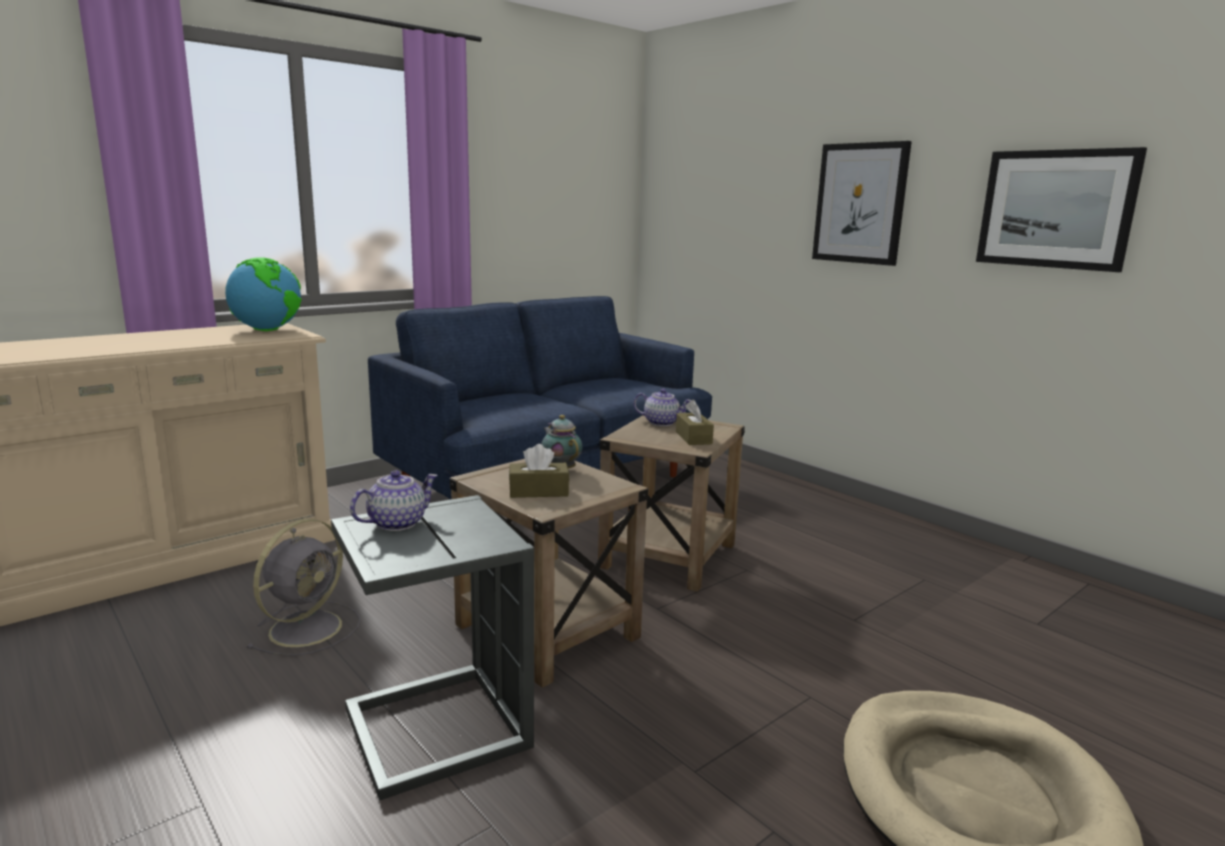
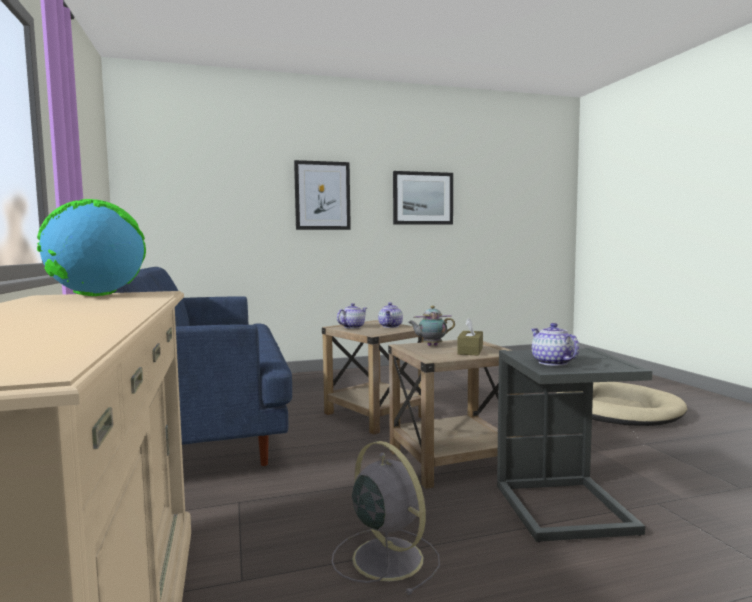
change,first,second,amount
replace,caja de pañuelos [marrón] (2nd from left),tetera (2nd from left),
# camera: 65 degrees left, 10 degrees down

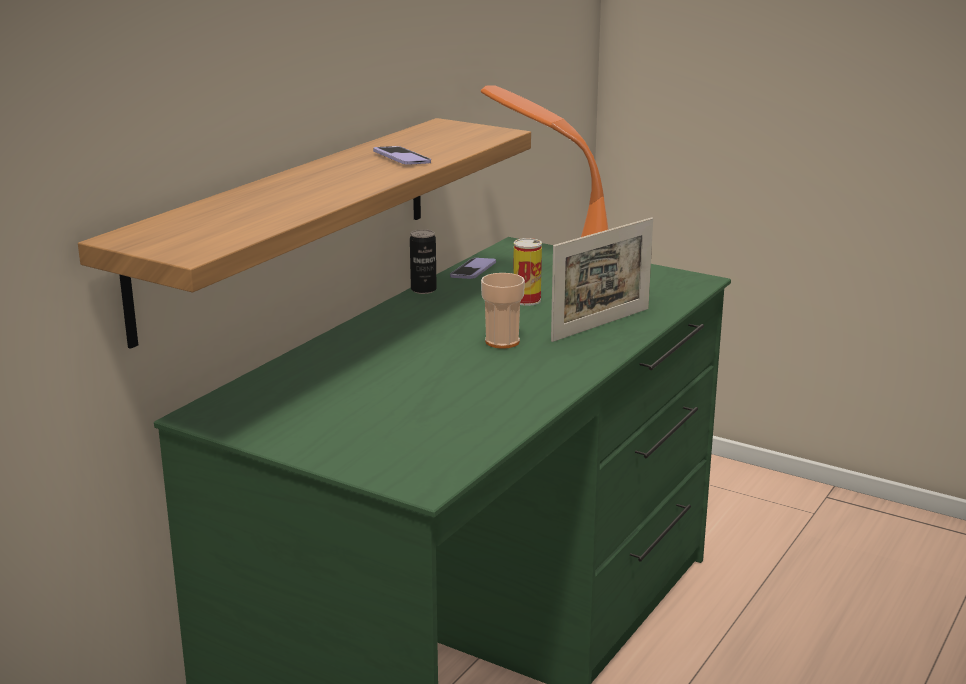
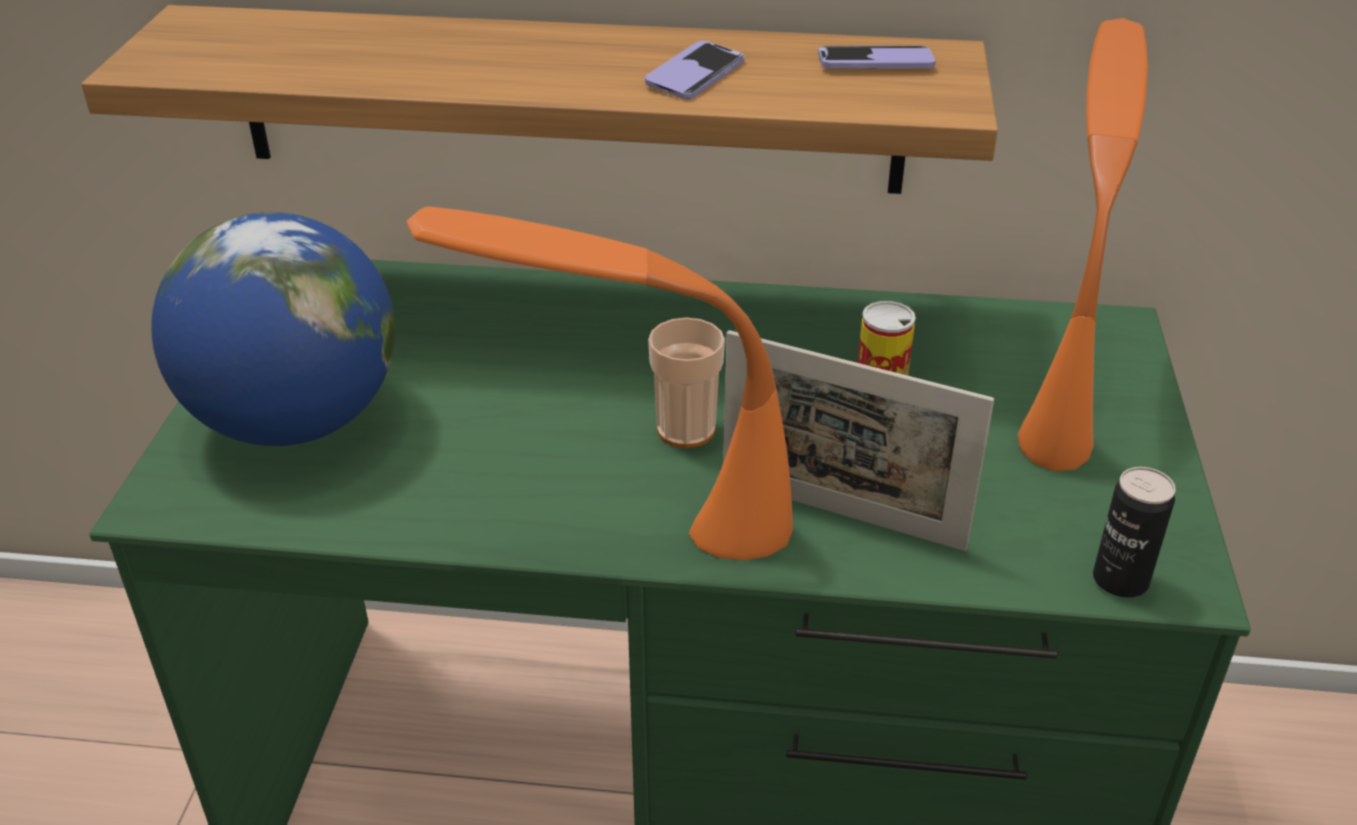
change,first,second,amount
move,lata (1st from left in the first image),lata (2nd from left),
move,móvil (2nd from left),,
insert,,globo terráqueo,
insert,,lámpara de mesa [naranja] (1st from left),
# camera: 65 degrees right, 15 degrees up

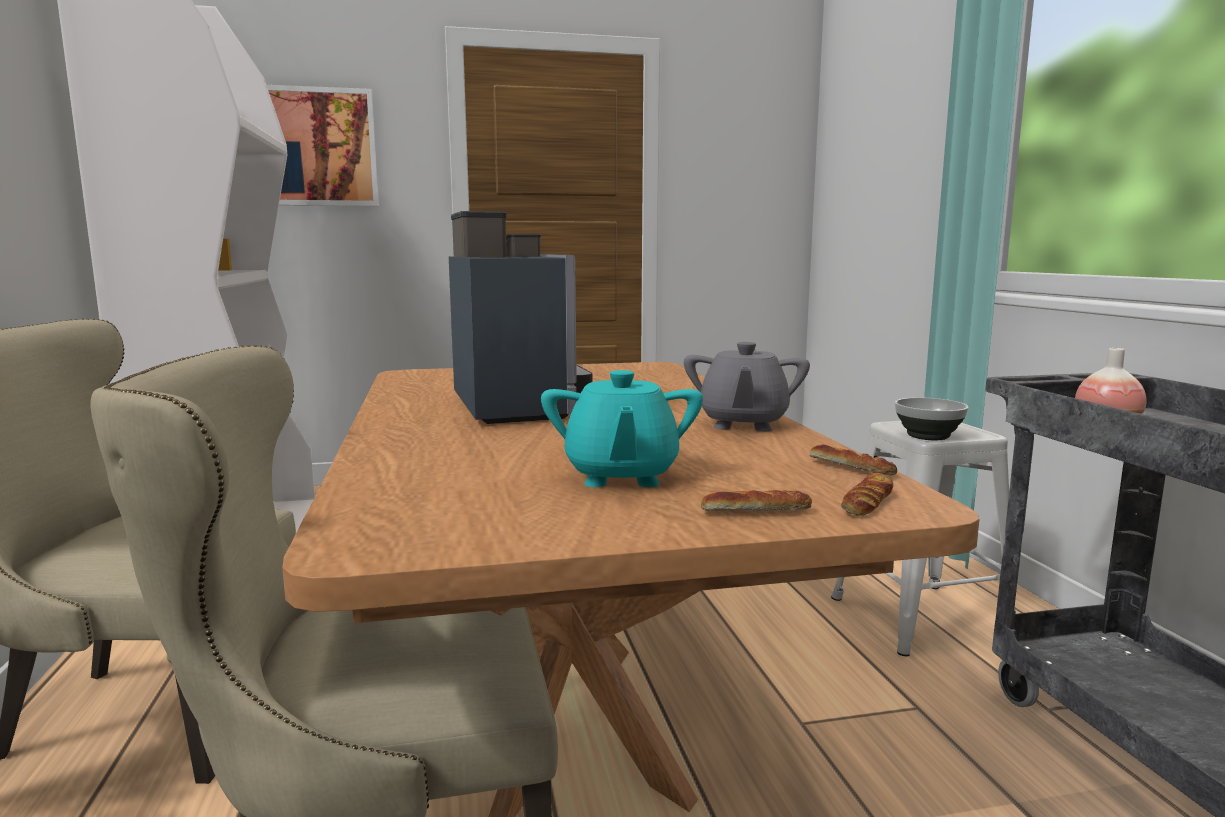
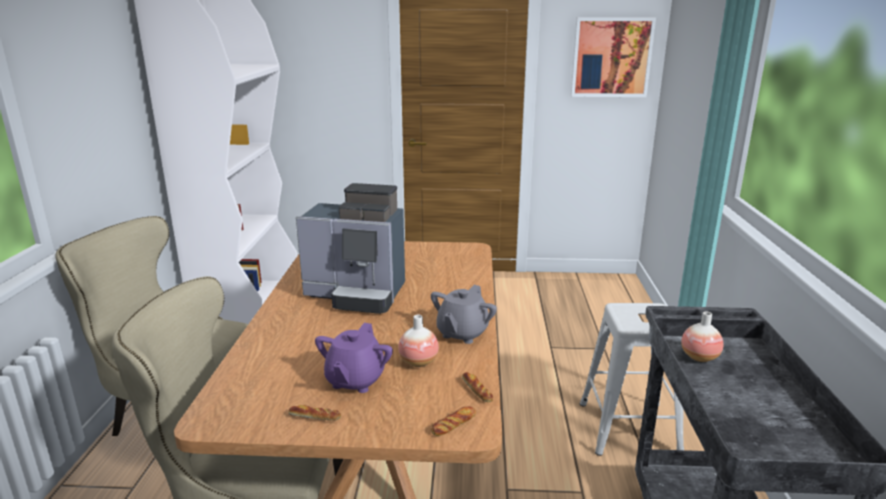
change,first,second,amount
move,cuadro,,
rotate,cafetera,,105 degrees clockwise
recolor,tetera [turquesa],tetera [morado],
move,pan (1st from left),,
delete,cuenco,,
insert,,florero (1st from left),
# camera: 15 degrees right, 10 degrees up

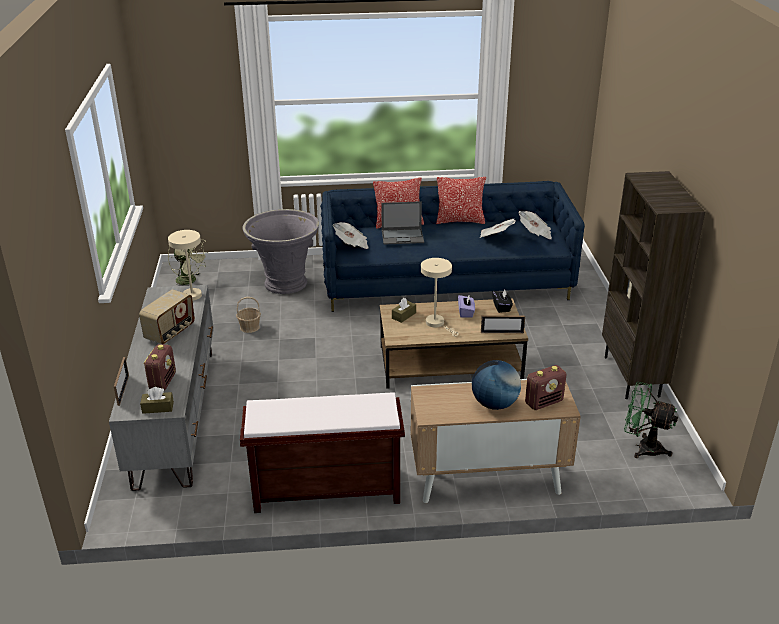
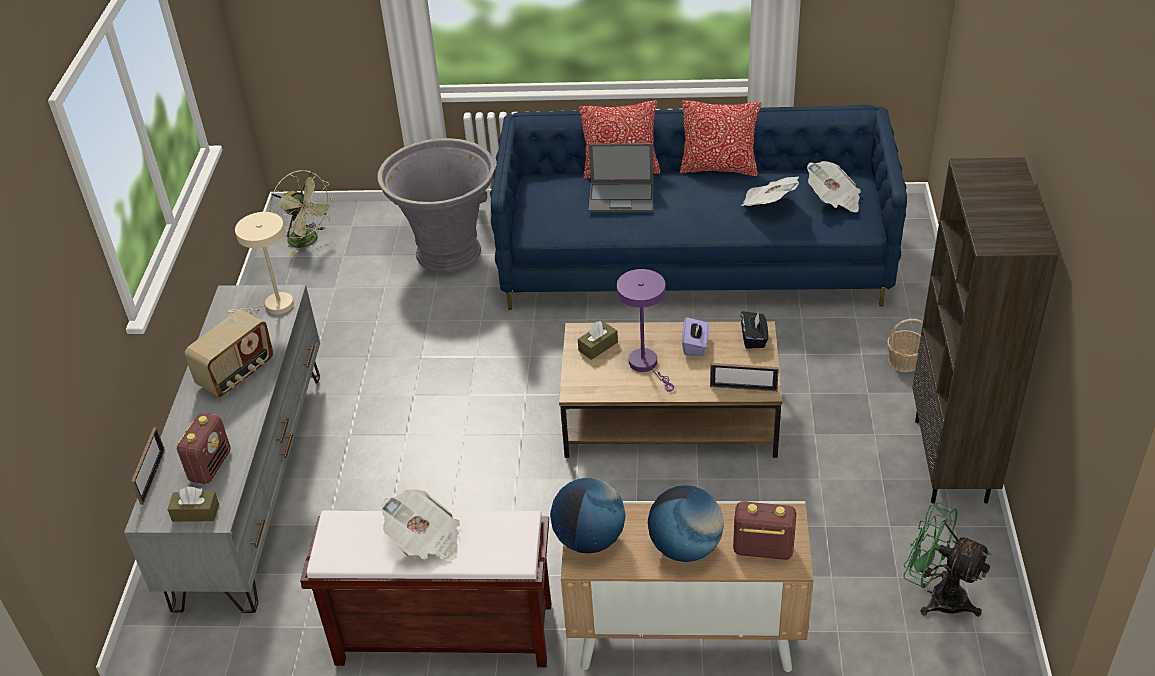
change,first,second,amount
move,cesta,,
move,periódico (1st from left),,
recolor,lámpara de mesa [beis] (2nd from left),lámpara de mesa [morado],
rotate,radio (3rd from left),,150 degrees counterclockwise
insert,,globo terráqueo (1st from left),
# camera: 10 degrees right, 10 degrees up

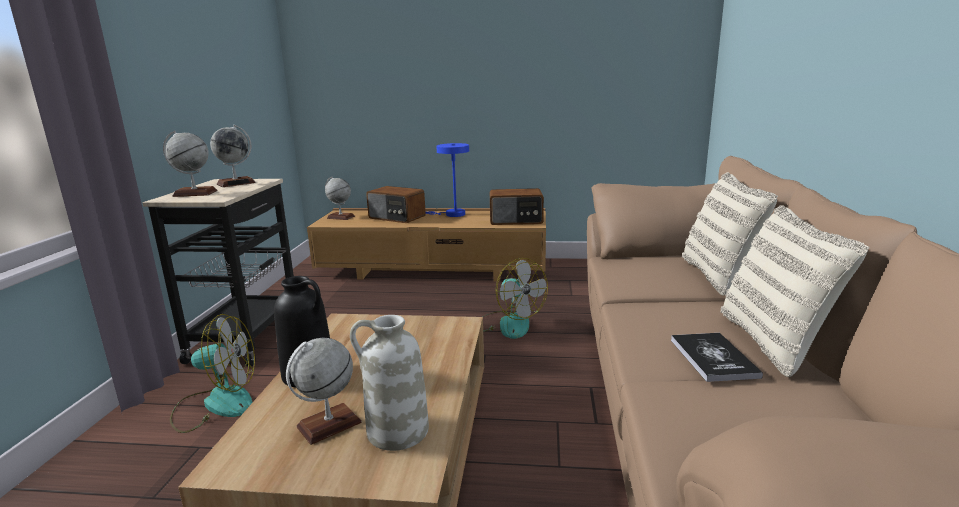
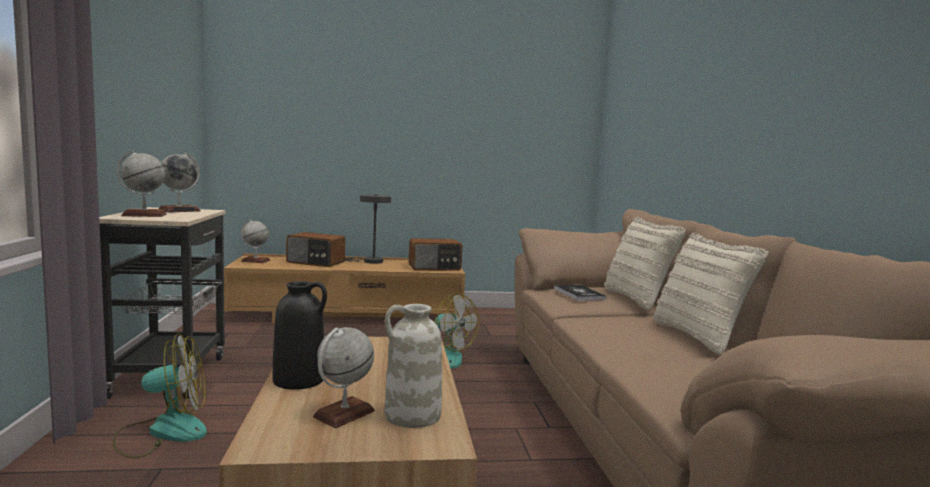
change,first,second,amount
recolor,lámpara de mesa [azul],lámpara de mesa [gris],
move,libro,,
# camera: 15 degrees left, 10 degrees down

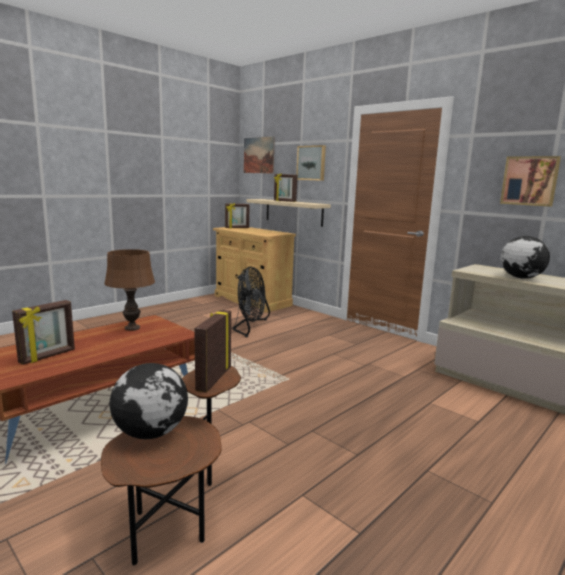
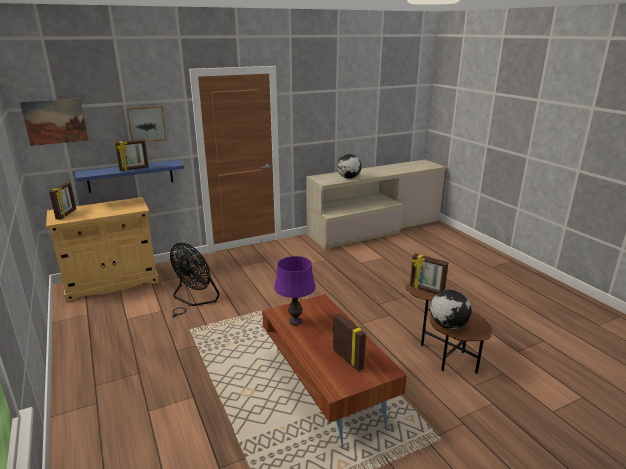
change,first,second,amount
recolor,lámpara de mesa [marrón],lámpara de mesa [morado],
recolor,estante [beis],estante [azul],
delete,cuadro (3rd from left),,
# camera: 70 degrees left, 10 degrees up

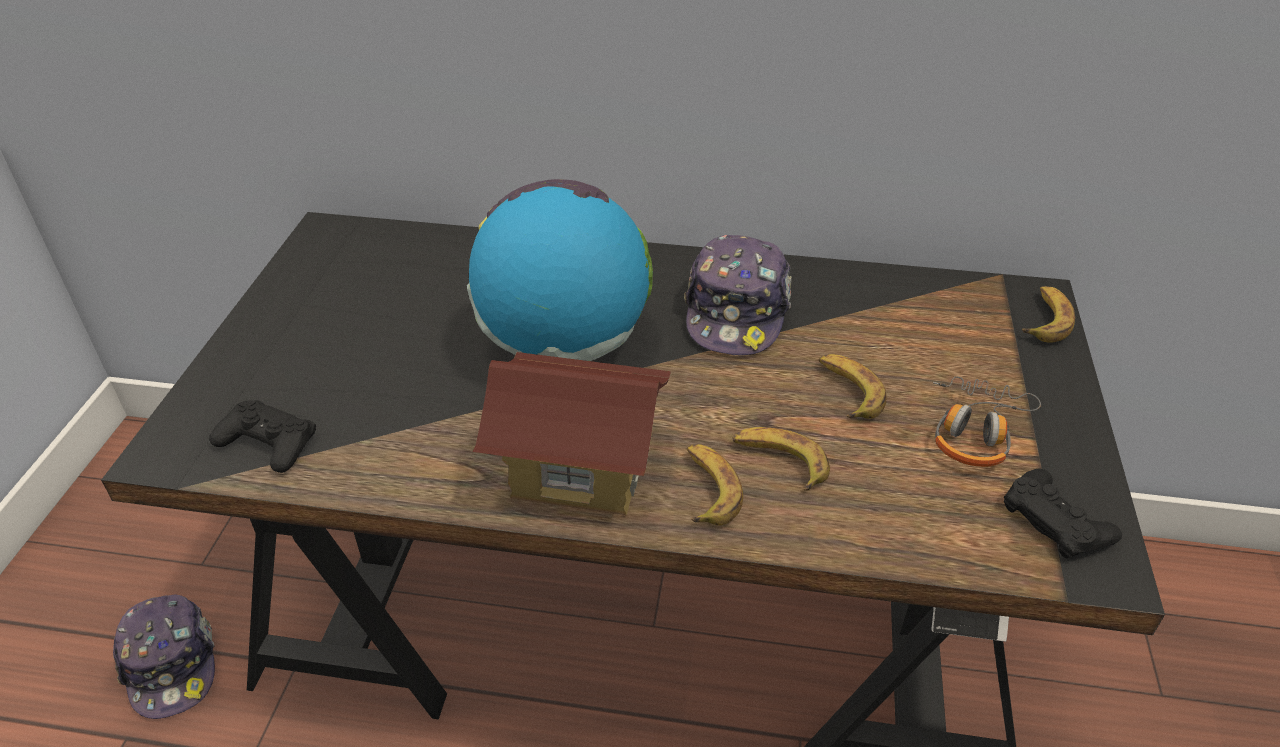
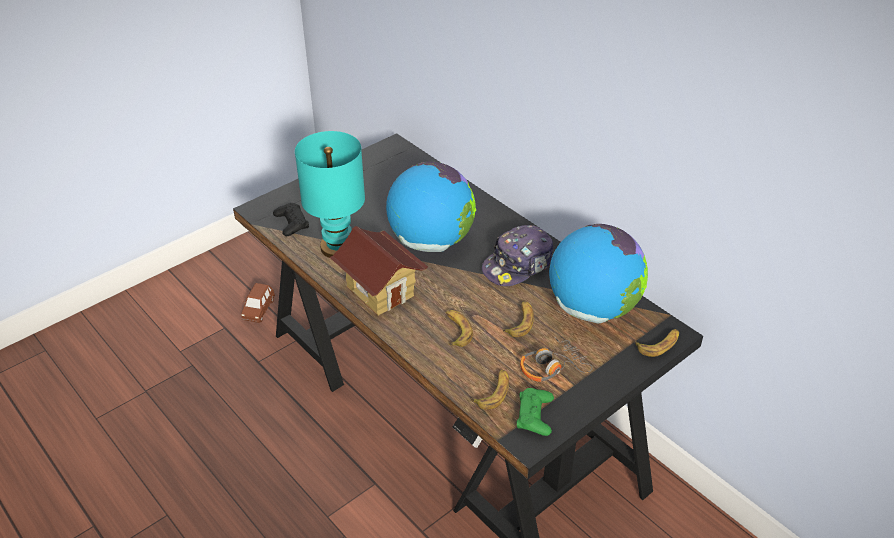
change,first,second,amount
replace,gorra (1st from left),coche de juguete [marrón],
move,plátano (1st from left in the first image),plátano (2nd from left),
recolor,mando de consola [negro] (2nd from left),mando de consola [verde],
insert,,lámpara de mesa [turquesa],
insert,,globo terráqueo (2nd from left),
# camera: 40 degrees right, 0 degrees up

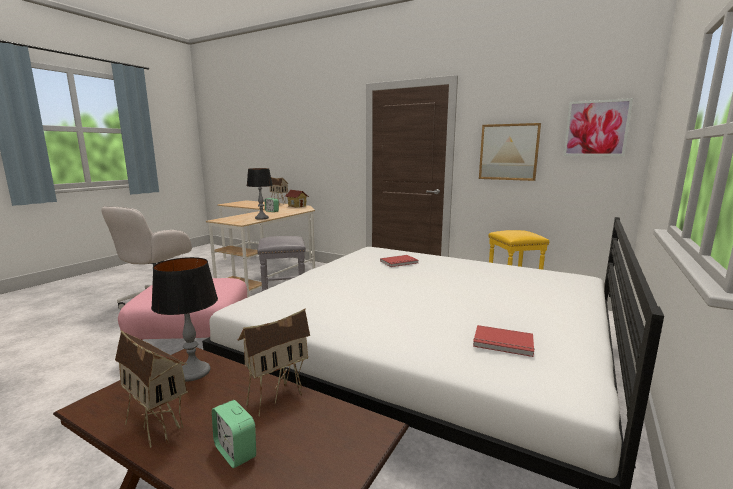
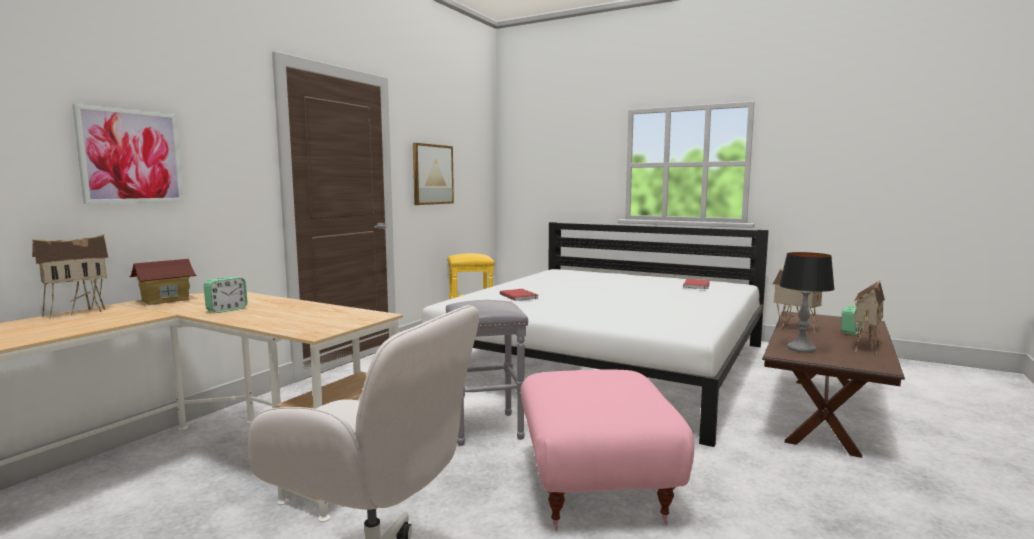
change,first,second,amount
delete,lámpara de mesa (2nd from left),,
move,cuadro (2nd from left in the first image),cuadro (1st from left),
# camera: 90 degrees left, 5 degrees down

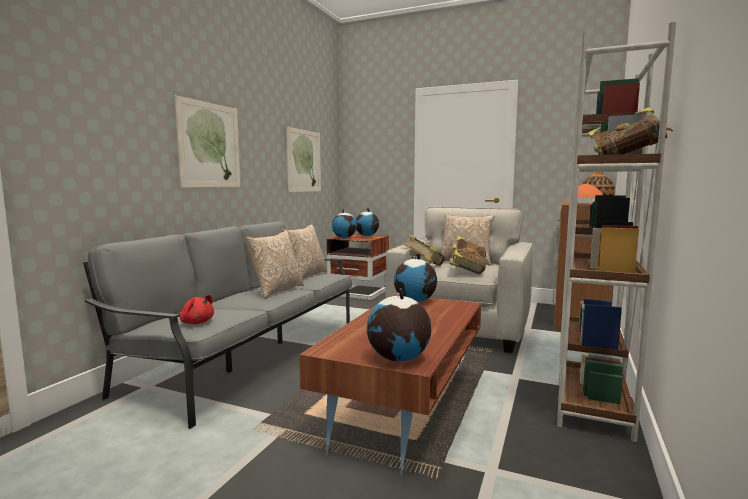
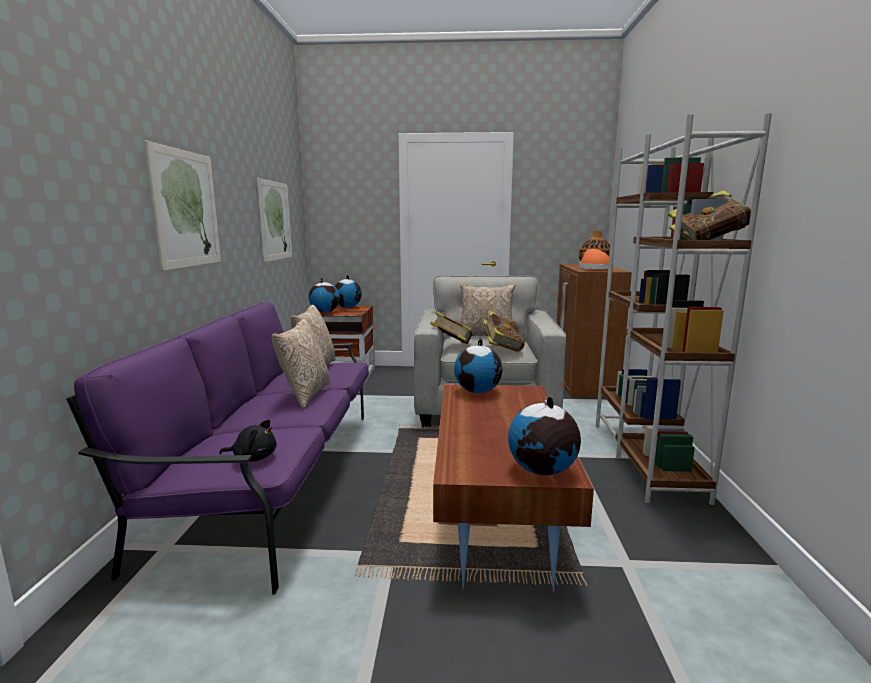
change,first,second,amount
recolor,sofá [gris],sofá [morado],
recolor,peluche [rojo],peluche [negro],
# camera: 20 degrees left, 5 degrees up

